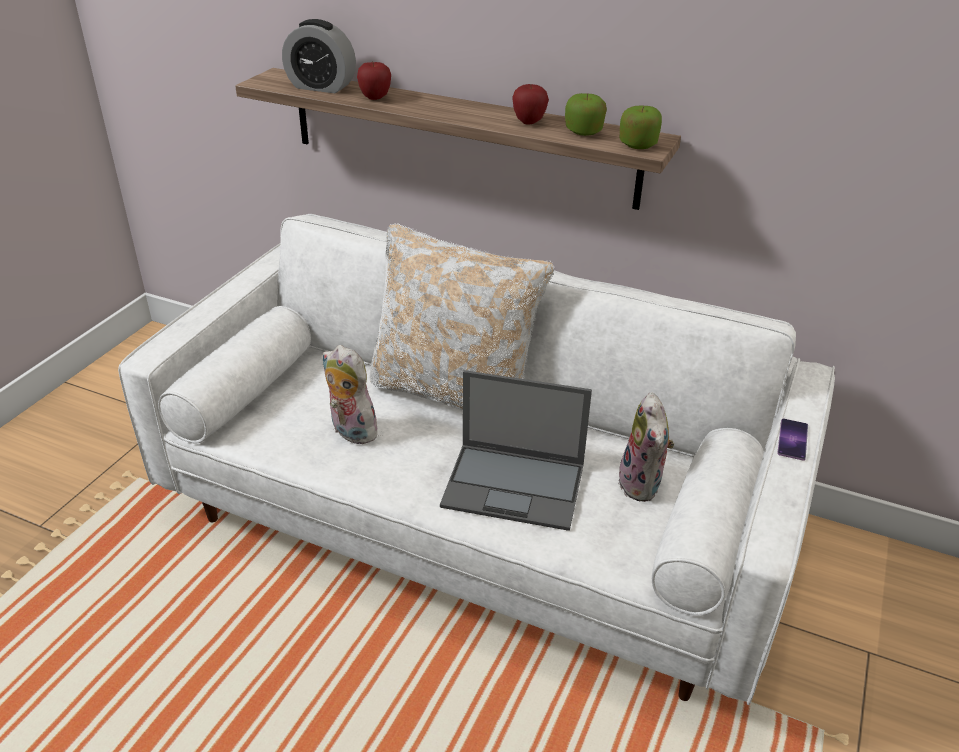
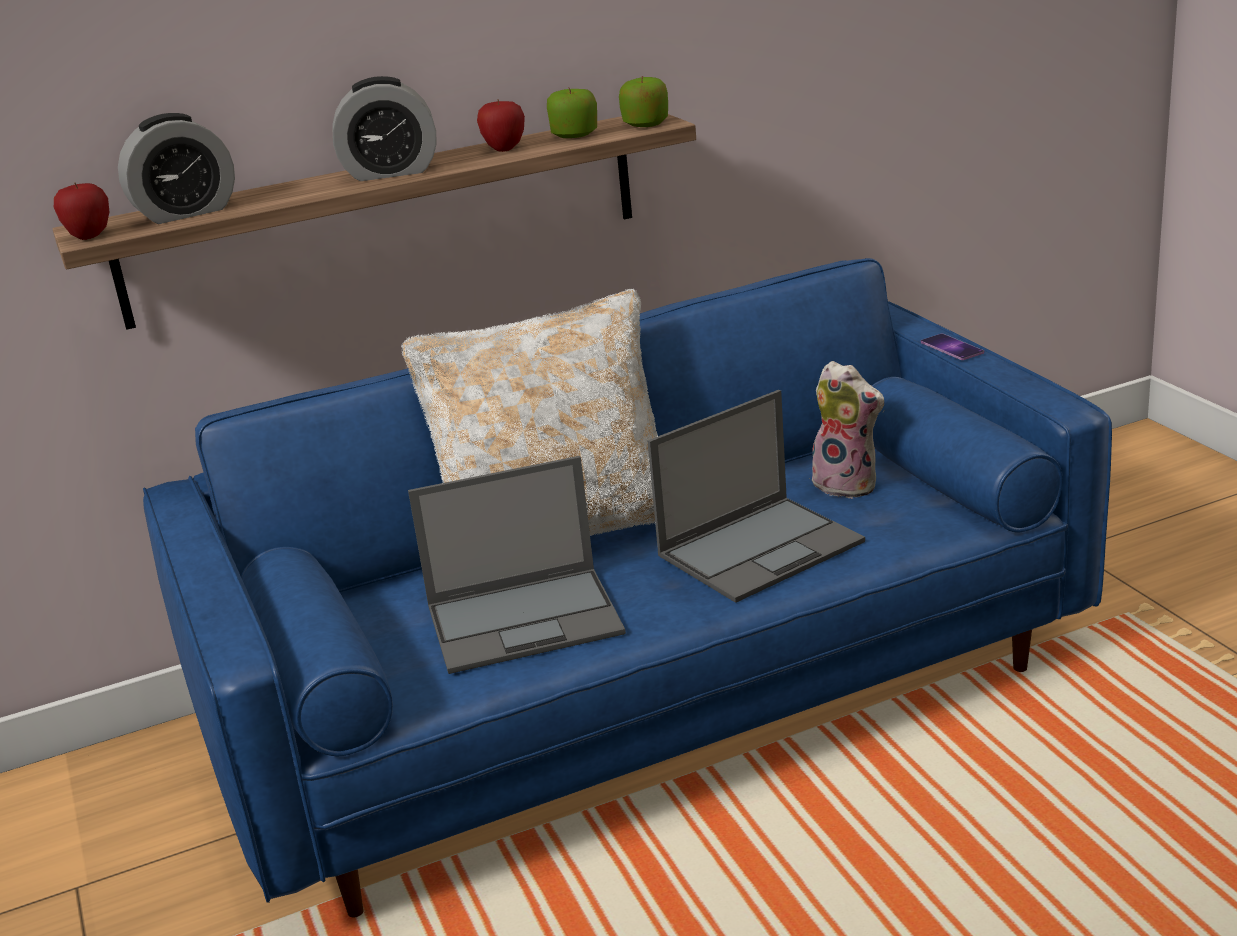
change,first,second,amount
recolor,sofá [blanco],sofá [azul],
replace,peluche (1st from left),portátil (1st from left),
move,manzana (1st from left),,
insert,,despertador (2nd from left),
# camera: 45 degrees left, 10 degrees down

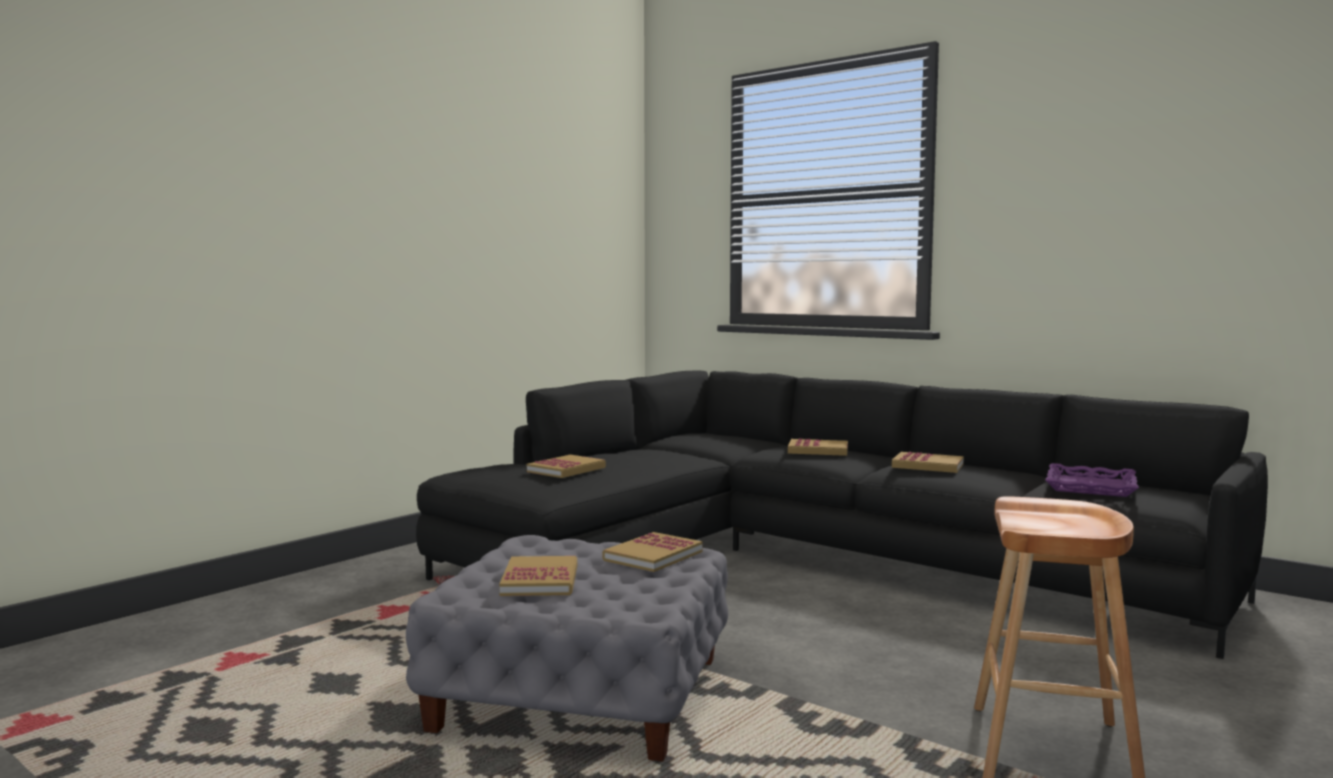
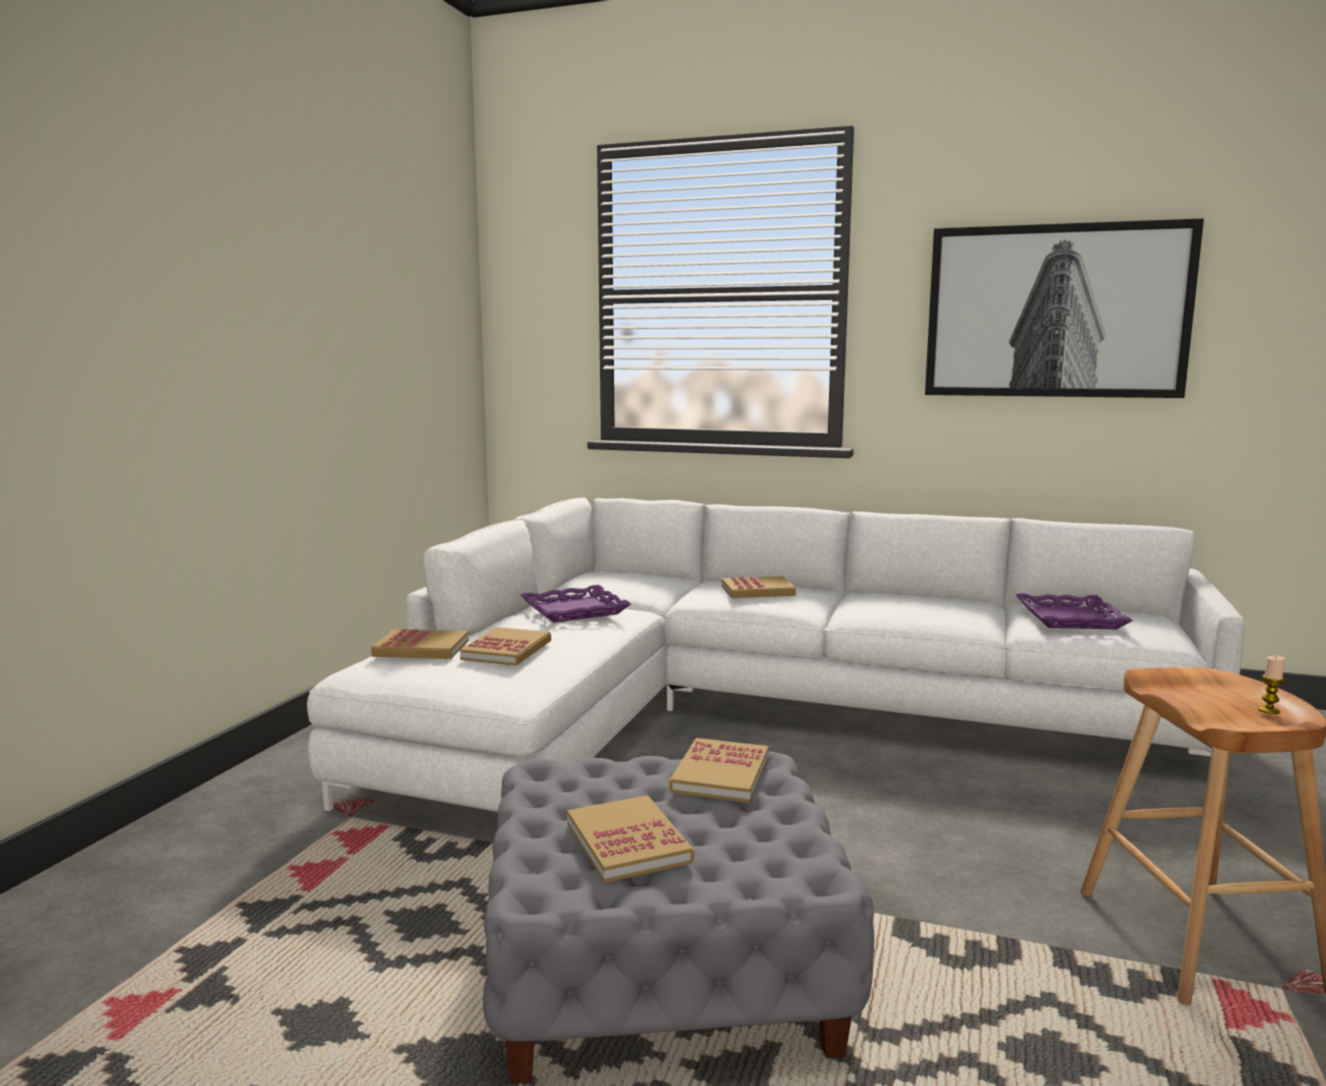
change,first,second,amount
recolor,sofá [negro],sofá [blanco],
move,libro (5th from left in the first image),libro (1st from left),
insert,,bandeja [morado] (1st from left),
insert,,cuadro,
insert,,vela,
# camera: 20 degrees left, 5 degrees up

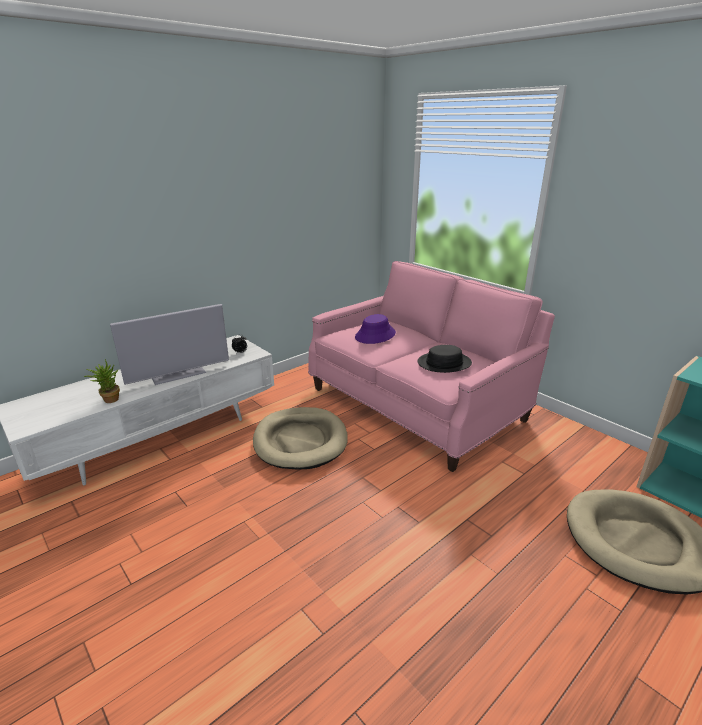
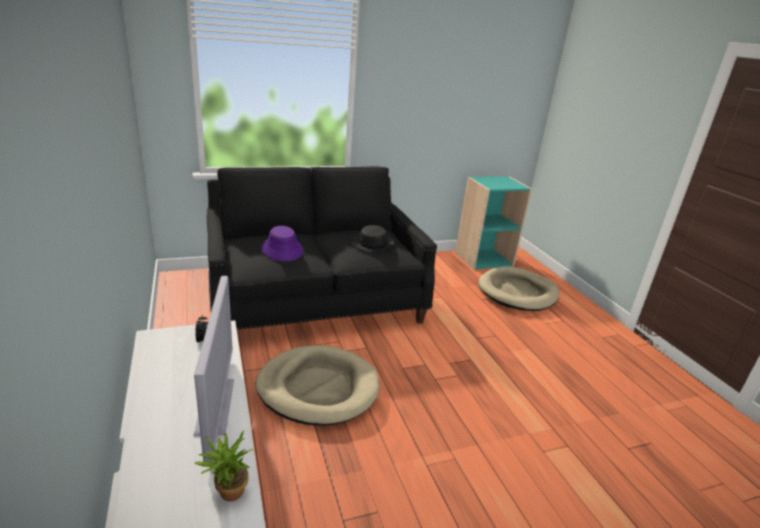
change,first,second,amount
recolor,sofá [rosa],sofá [negro],
# camera: 70 degrees left, 0 degrees up

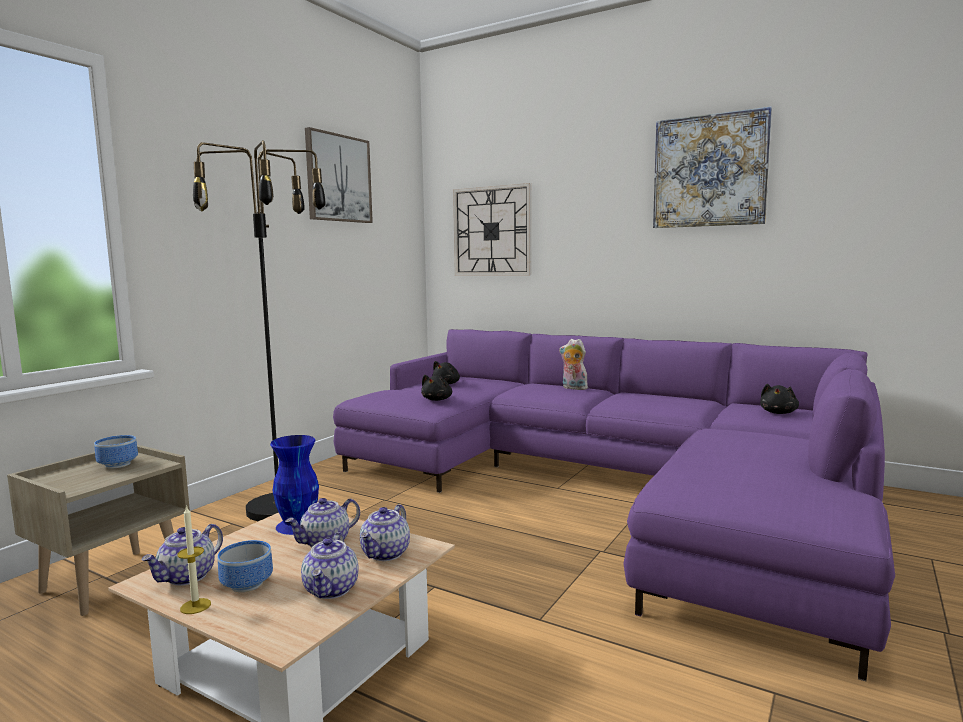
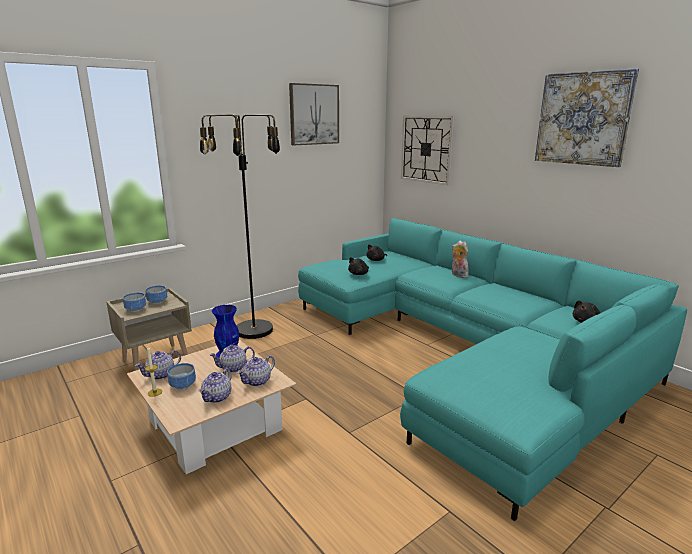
change,first,second,amount
recolor,sofá [morado],sofá [turquesa],
insert,,cuenco (1st from left),
# camera: 20 degrees right, 10 degrees up

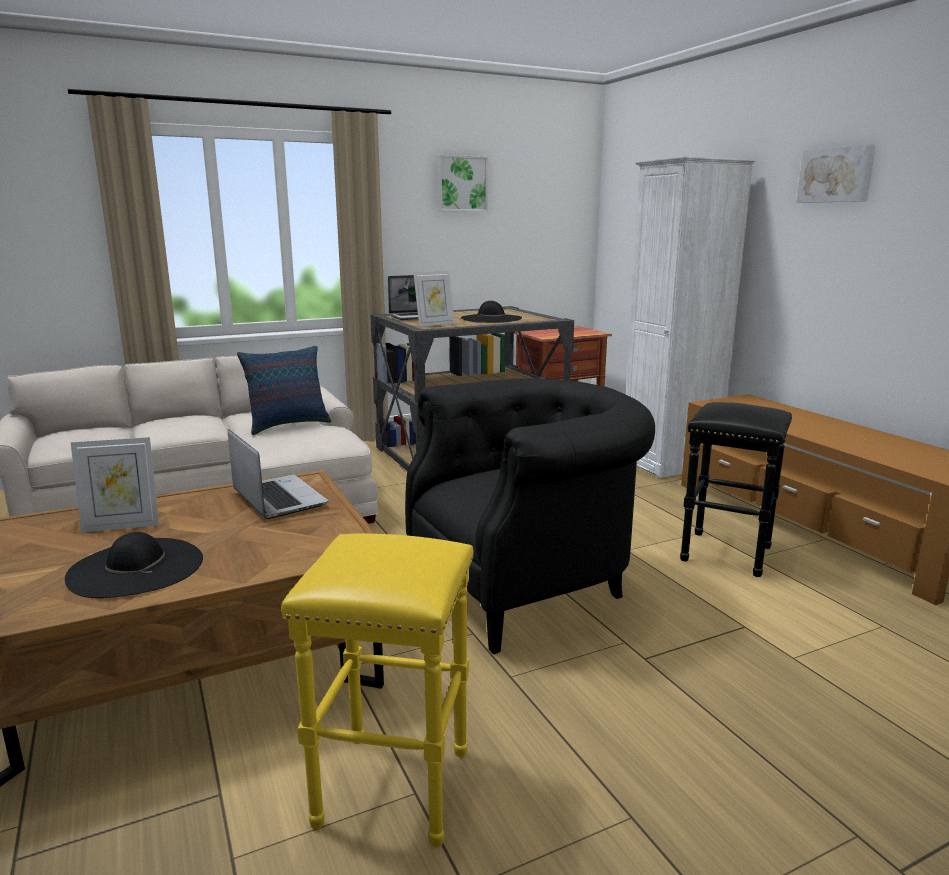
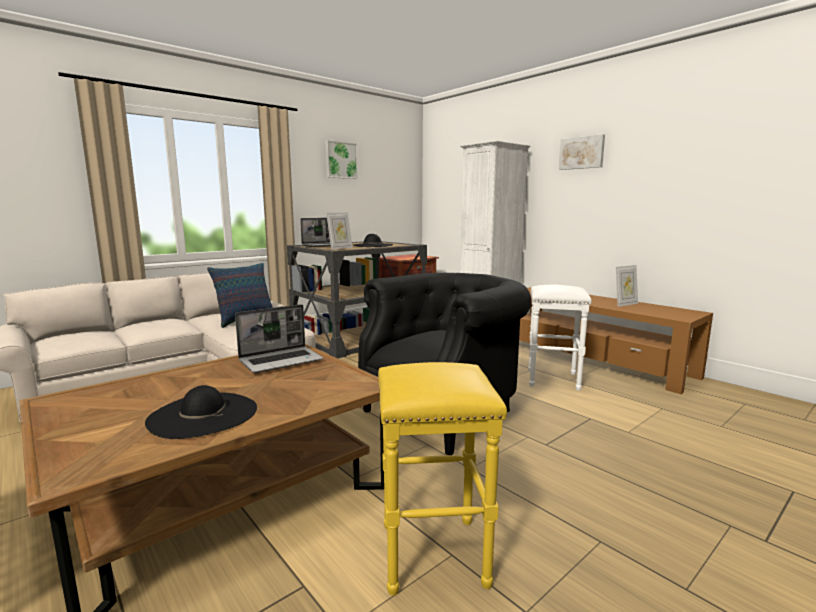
change,first,second,amount
move,portarretratos (1st from left in the first image),portarretratos (2nd from left),
rotate,portátil (1st from left),,105 degrees clockwise
recolor,taburete [negro],taburete [blanco],
# camera: 15 degrees left, 5 degrees down

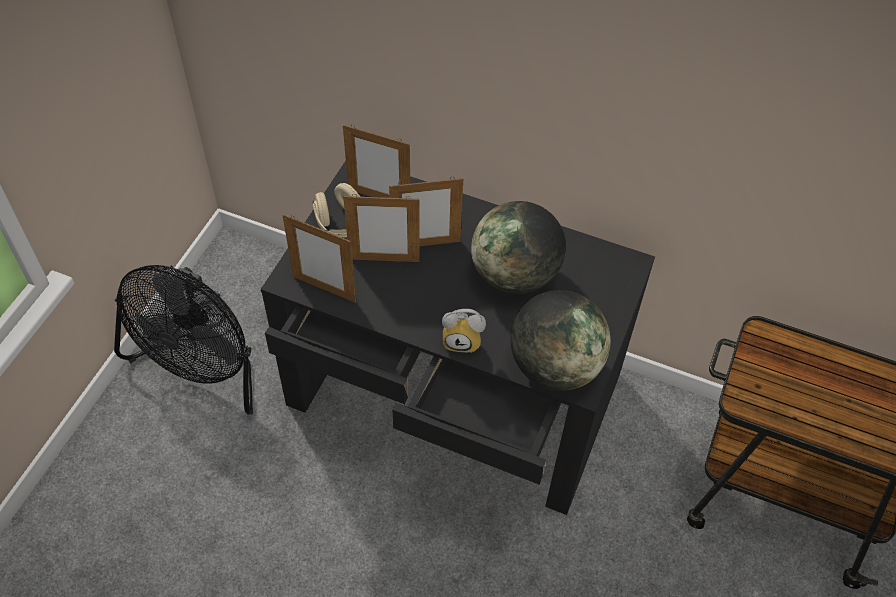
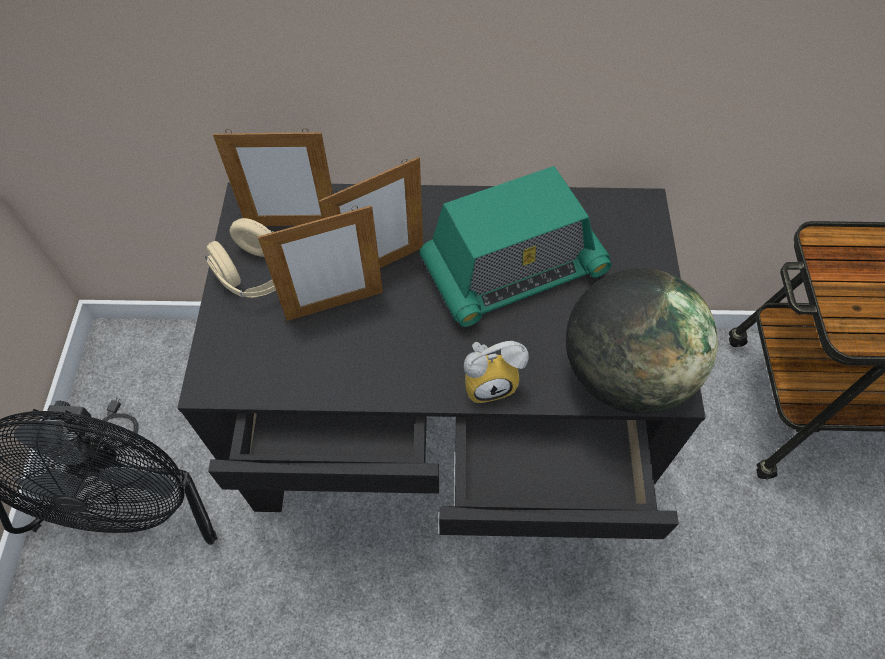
change,first,second,amount
delete,portarretratos (1st from left),,
replace,globo terráqueo (1st from left),radio,
# camera: 20 degrees left, 5 degrees up

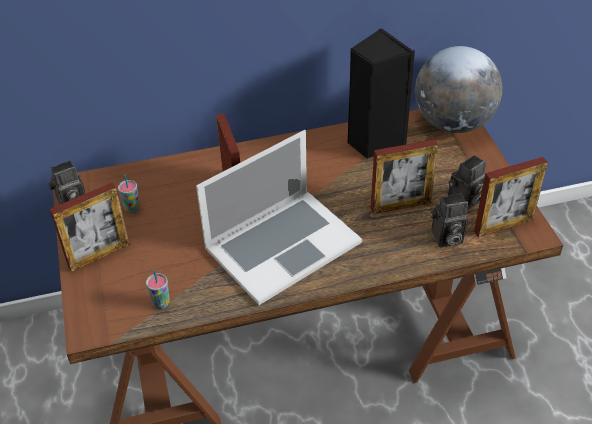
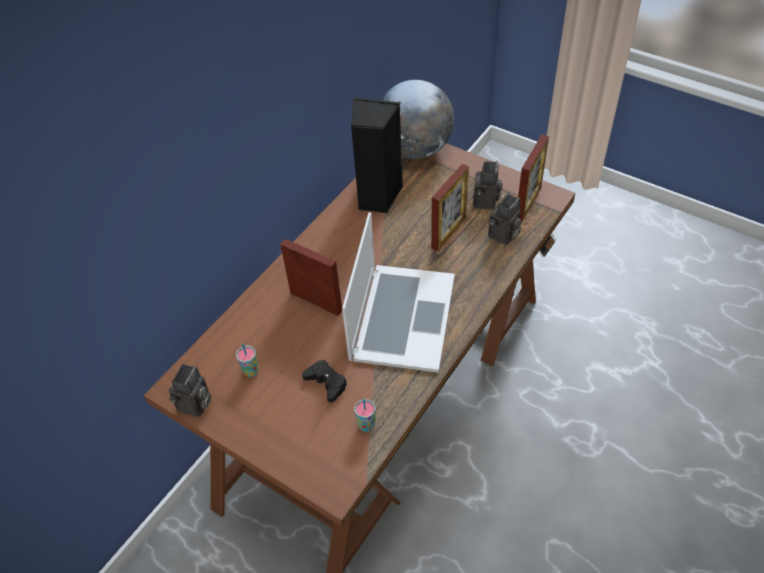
change,first,second,amount
delete,portarretratos (1st from left),,
insert,,mando de consola [negro],
# camera: 40 degrees left, 5 degrees up

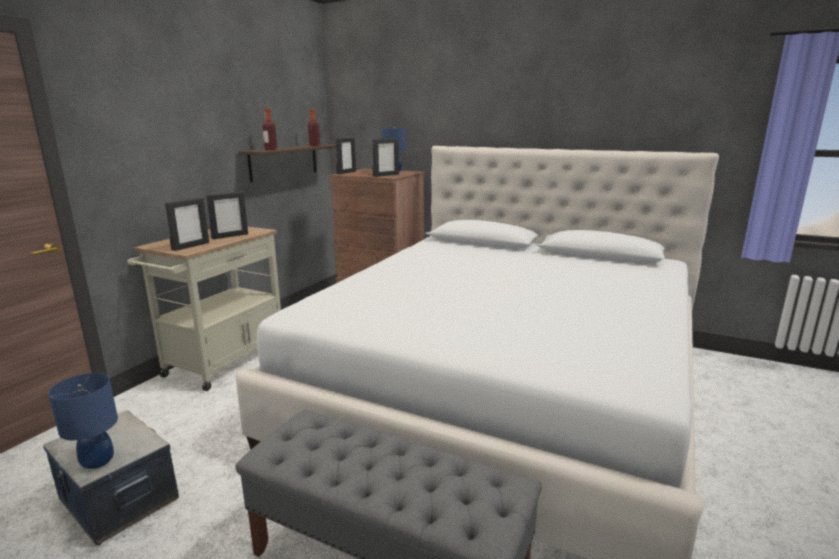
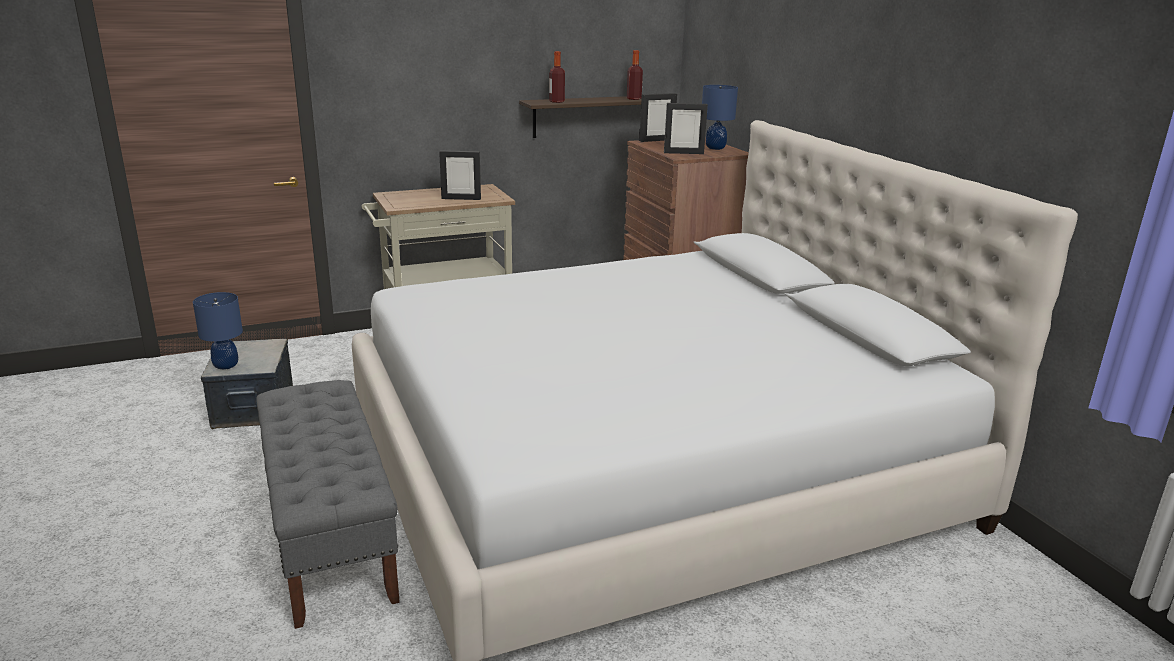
change,first,second,amount
delete,portarretratos (1st from left),,
# camera: 40 degrees right, 5 degrees up

